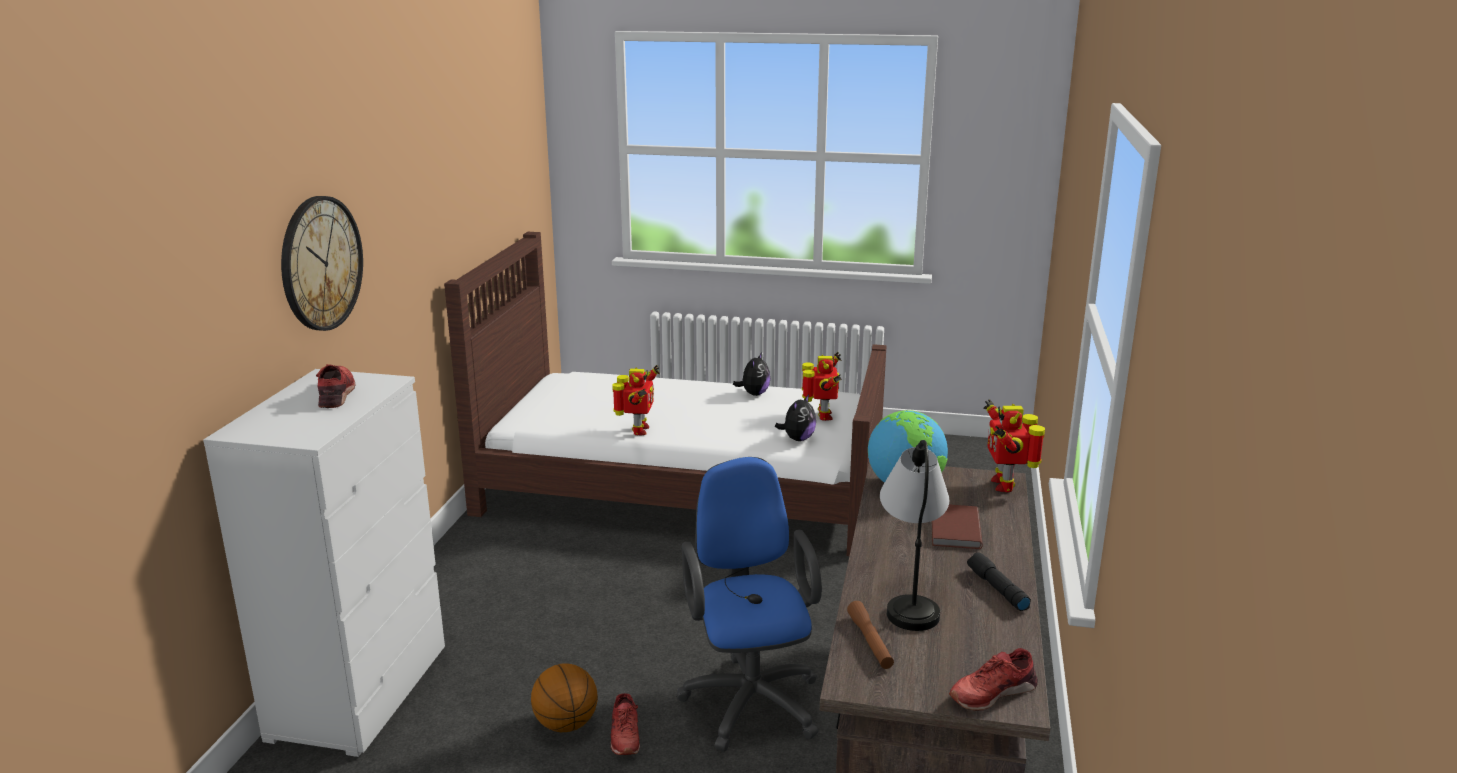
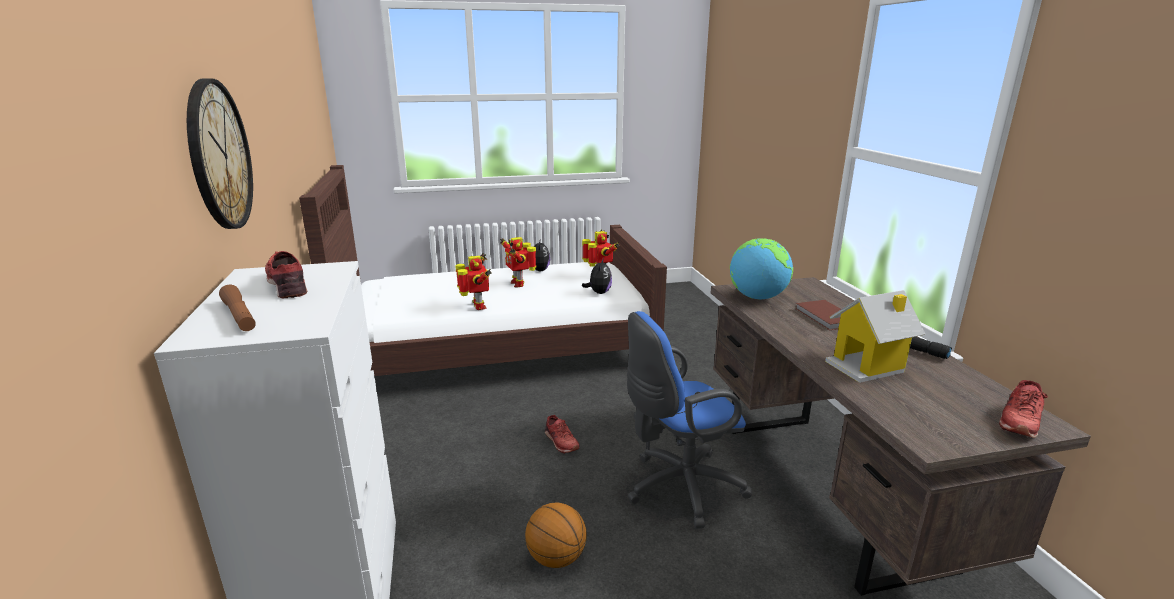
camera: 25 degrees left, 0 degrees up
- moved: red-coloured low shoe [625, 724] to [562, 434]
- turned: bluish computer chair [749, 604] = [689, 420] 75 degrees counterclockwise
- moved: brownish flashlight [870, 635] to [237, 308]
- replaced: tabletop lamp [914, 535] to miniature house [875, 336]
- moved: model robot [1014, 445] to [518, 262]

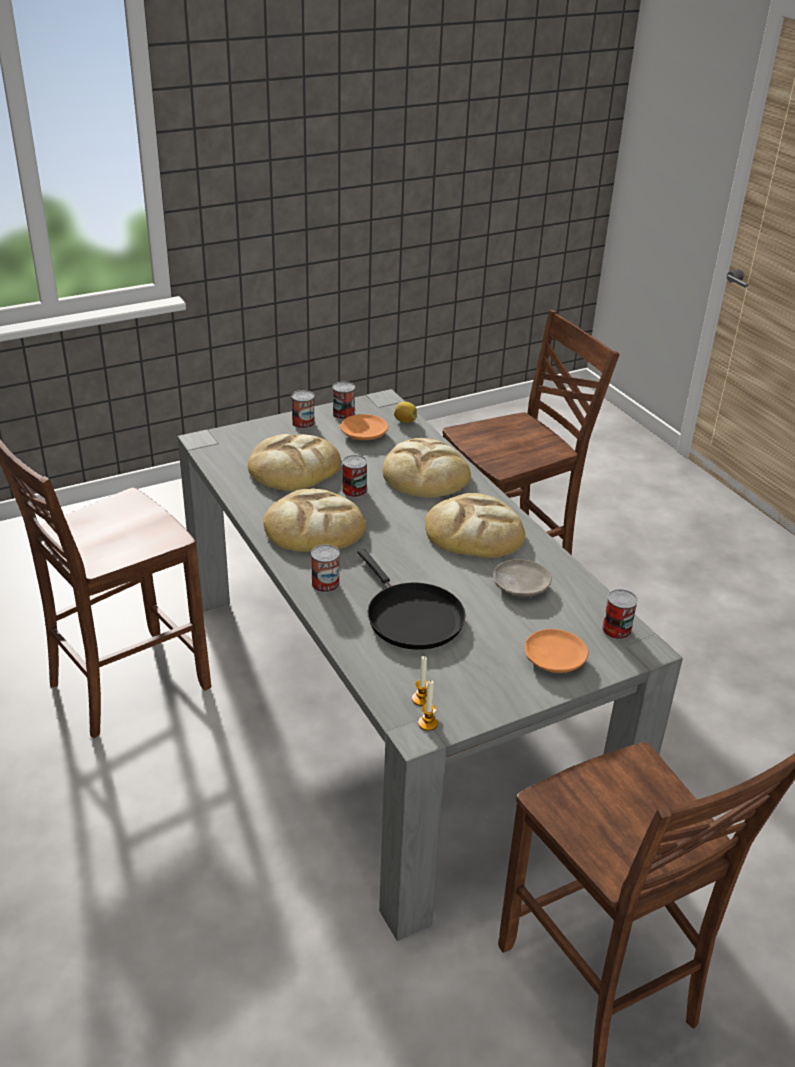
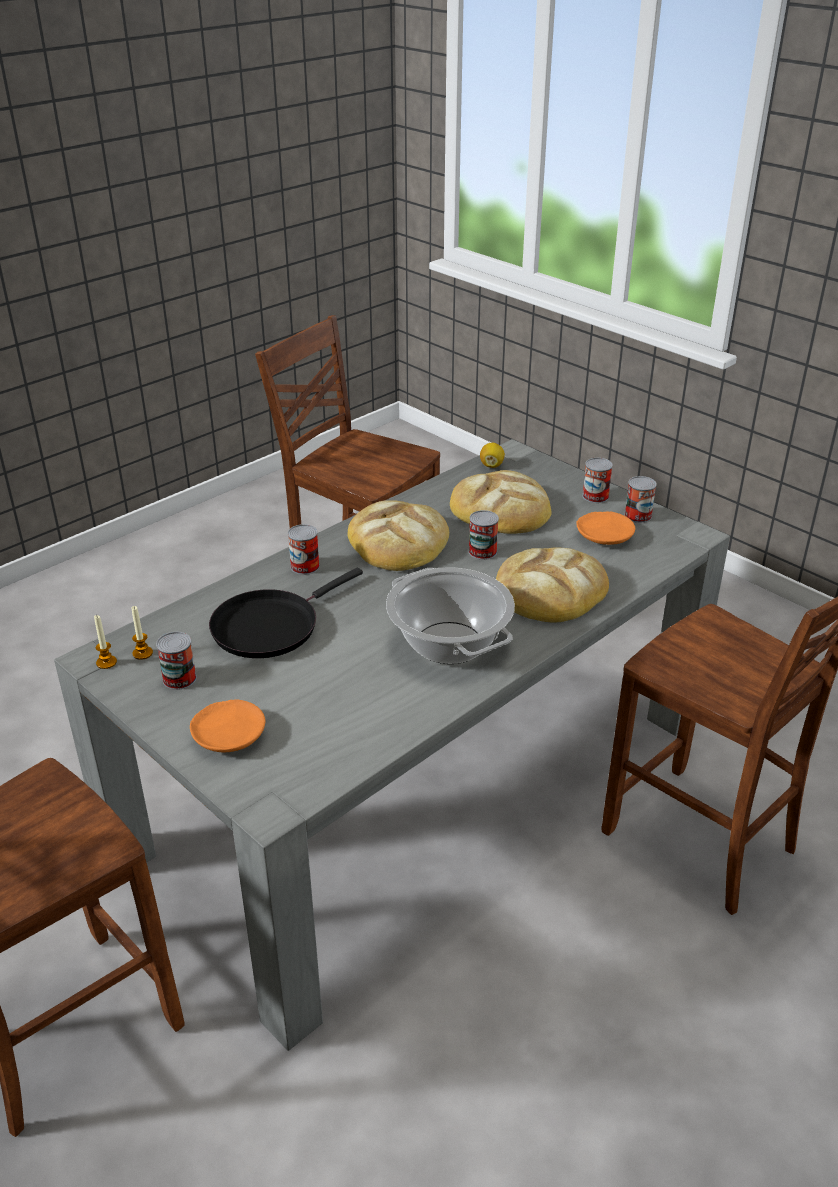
camera: 75 degrees right, 0 degrees up
- moved: citrus fruit [405, 412] to [492, 455]
- replaced: baked bread [475, 525] to stockpot [450, 615]
- removed: beige-coloured plate [522, 578]
- moved: metal can [620, 614] to [176, 661]

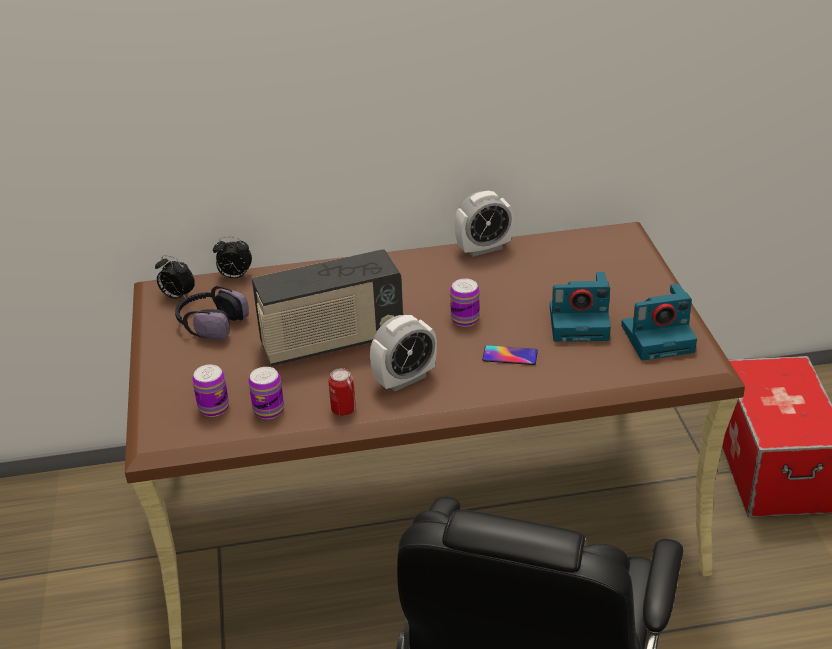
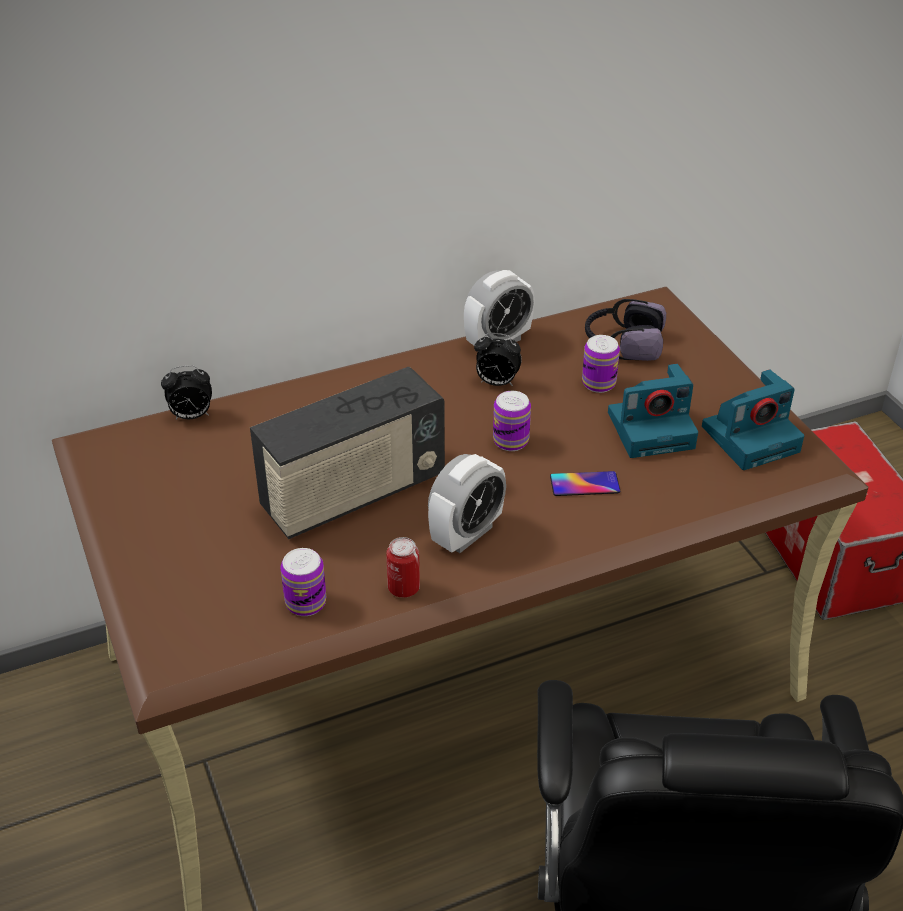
camera: 15 degrees left, 5 degrees up
- moved: alarm clock [175, 277] to [498, 359]
- moved: pair of headphones [212, 313] to [625, 330]
- moved: metal can [210, 391] to [601, 364]

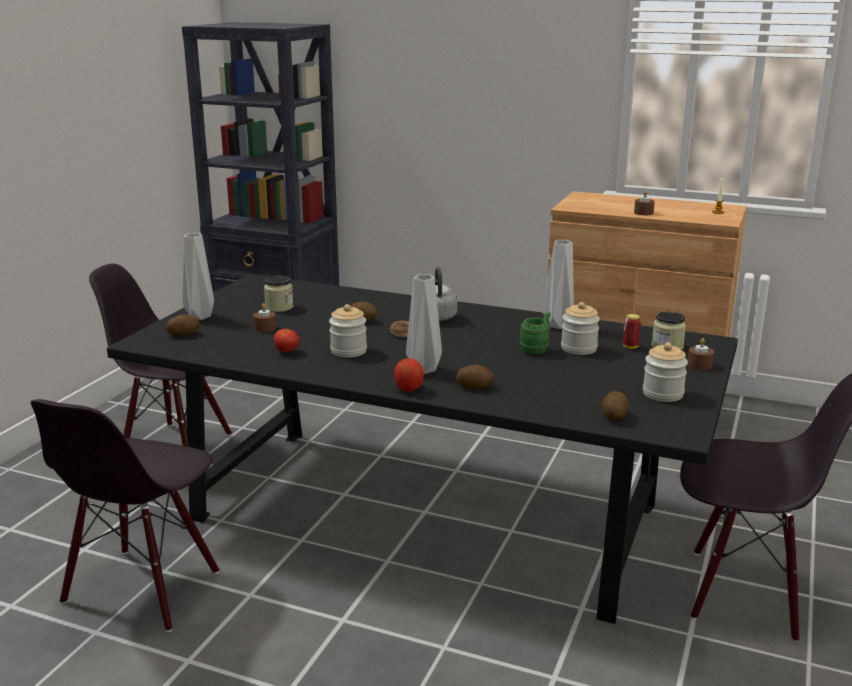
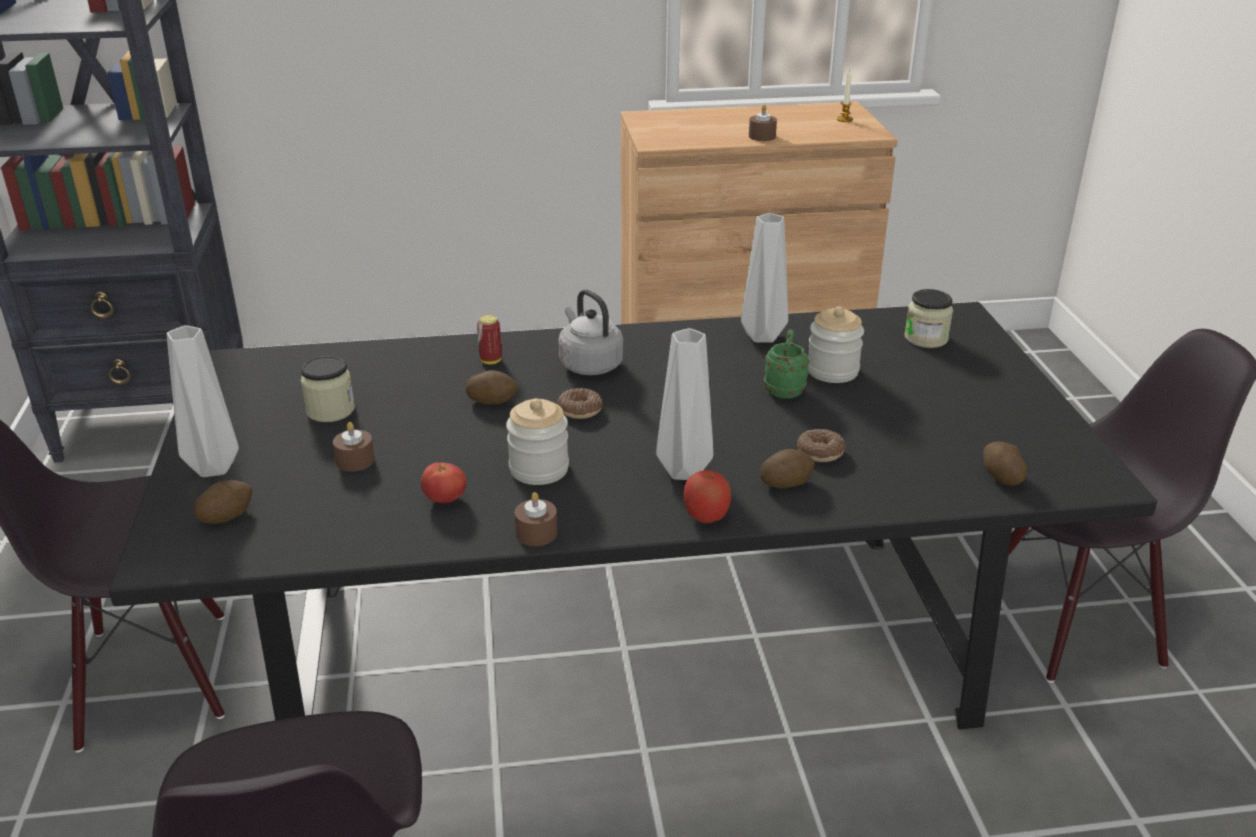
camera: 30 degrees left, 10 degrees up
- moved: metal can [632, 331] to [489, 339]
- removed: preserve jar [665, 372]
- moved: brownish wax light [700, 354] to [536, 519]
- added: ring doughnut [821, 445]

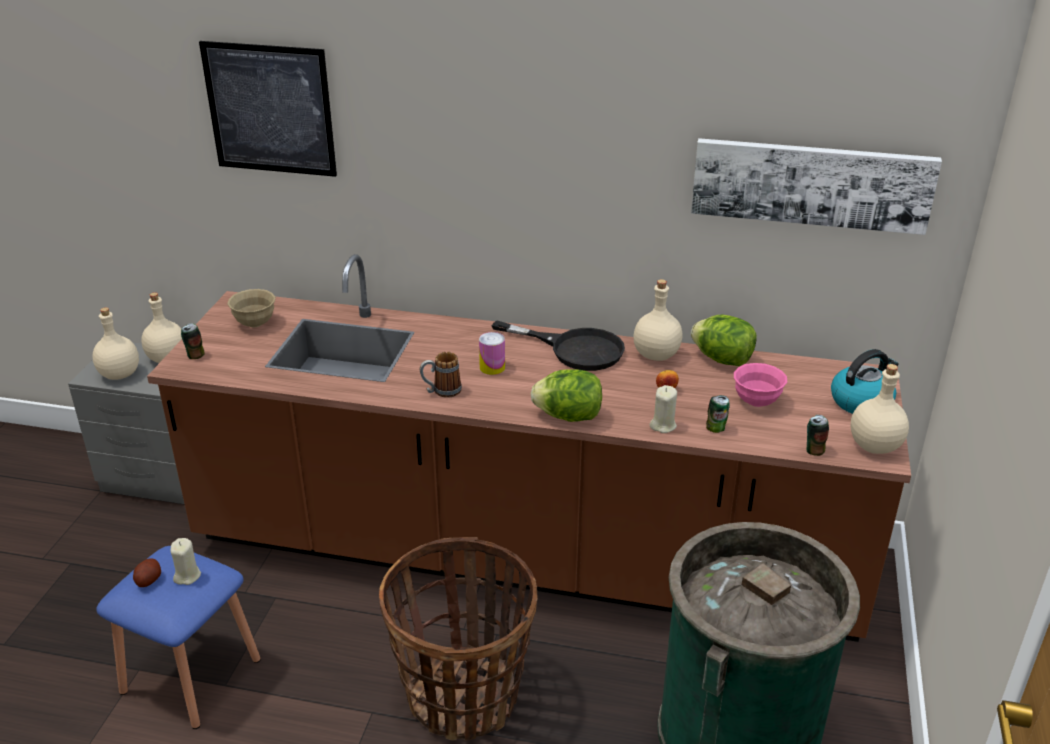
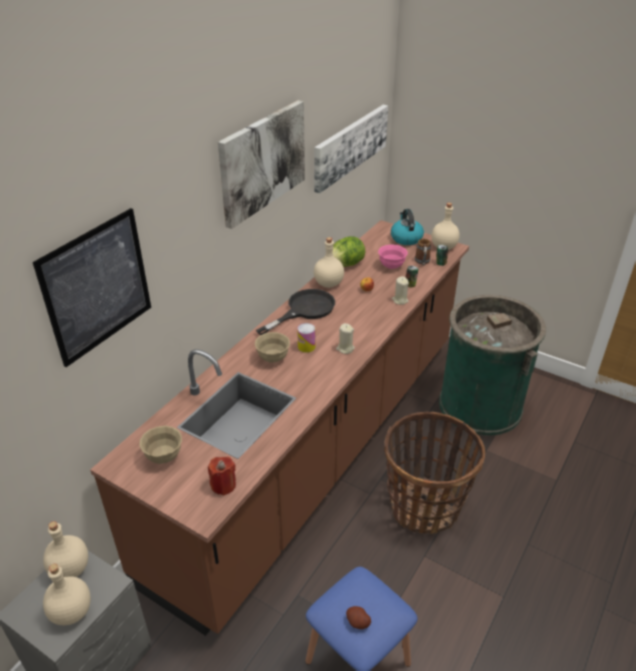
camera: 70 degrees left, 5 degrees up
- moved: beige-coloured wax light [186, 561] to [345, 338]
- removed: metal can [193, 341]
- moved: mug [441, 375] to [423, 251]
- removed: lettuce head [566, 395]
- added: red-coloured wax light [222, 476]
- added: picture [261, 164]
- added: beige-coloured serving bowl [272, 347]

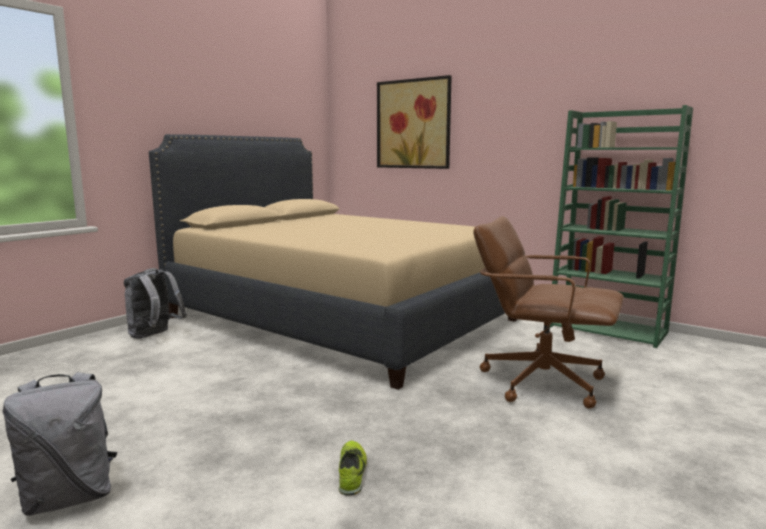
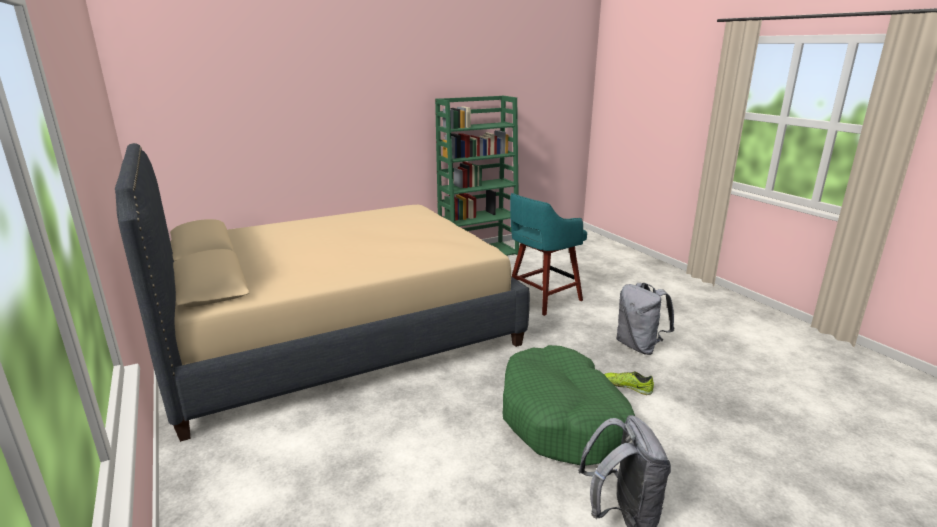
camera: 65 degrees left, 10 degrees up
- moved: grey knapsack [155, 303] to [645, 319]
- removed: picture [414, 122]
- replaced: brownish computer chair [548, 312] to blue-green sitting stool [548, 254]
- added: greenish pet bed [568, 405]

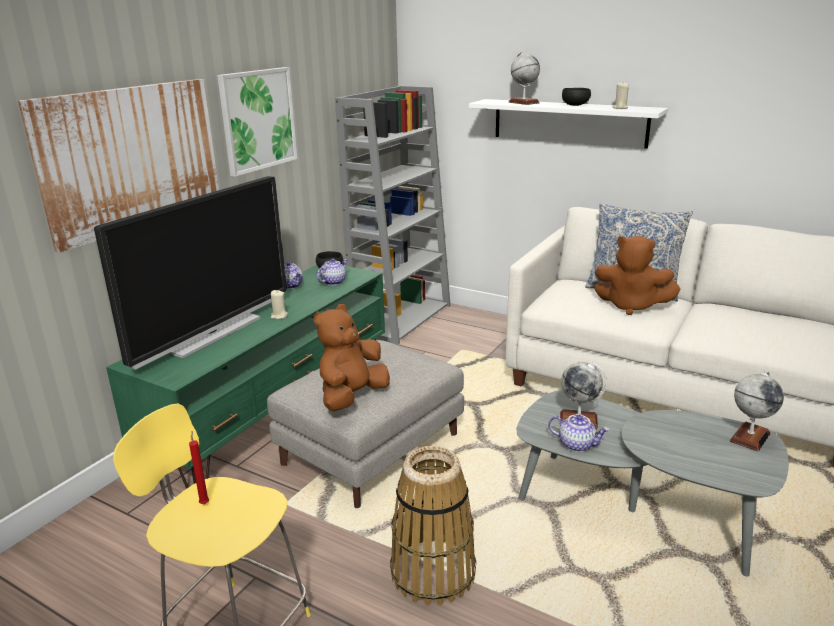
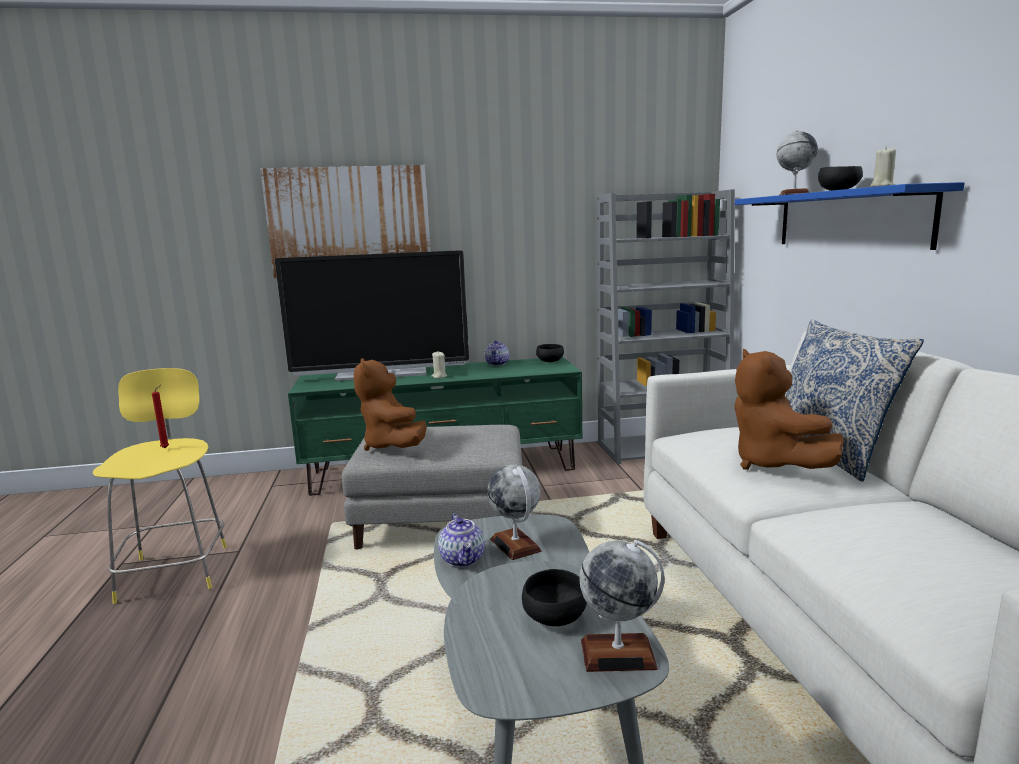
camera: 50 degrees right, 10 degrees down
- removed: picture [257, 122]
- turned: brownish soft toy [352, 357] = [390, 404] 105 degrees counterclockwise
- removed: pot for tea [332, 271]
- removed: household basket [433, 525]
- recoloured: white-coloured shelf [568, 123] to bluish shelf [850, 216]
- added: black-coloured serving bowl [554, 597]

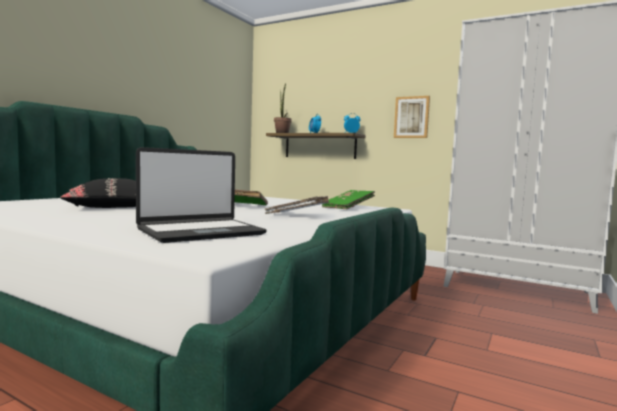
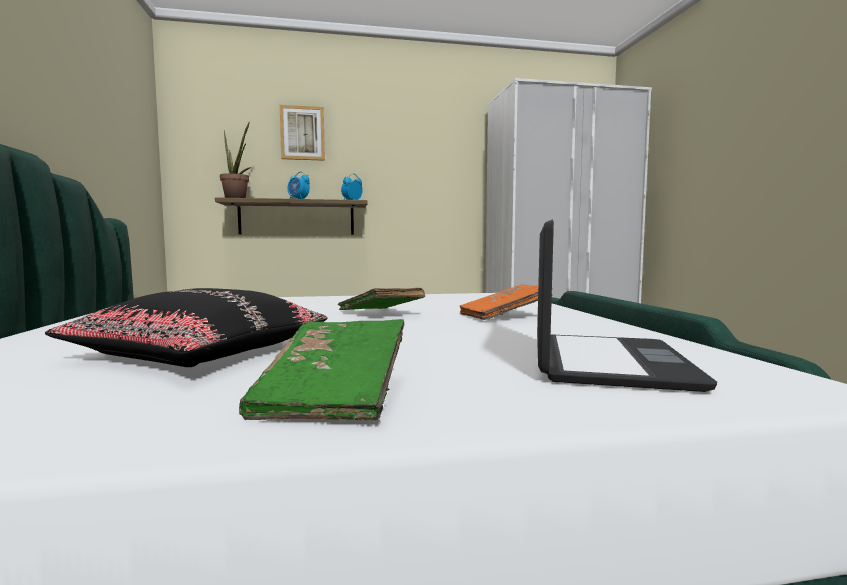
camera: 40 degrees left, 0 degrees up
- recoloured: white-coloured book [296, 205] to orange book [506, 302]
- moved: greenish book [348, 199] to [321, 370]
- moved: picture [412, 117] to [302, 133]

